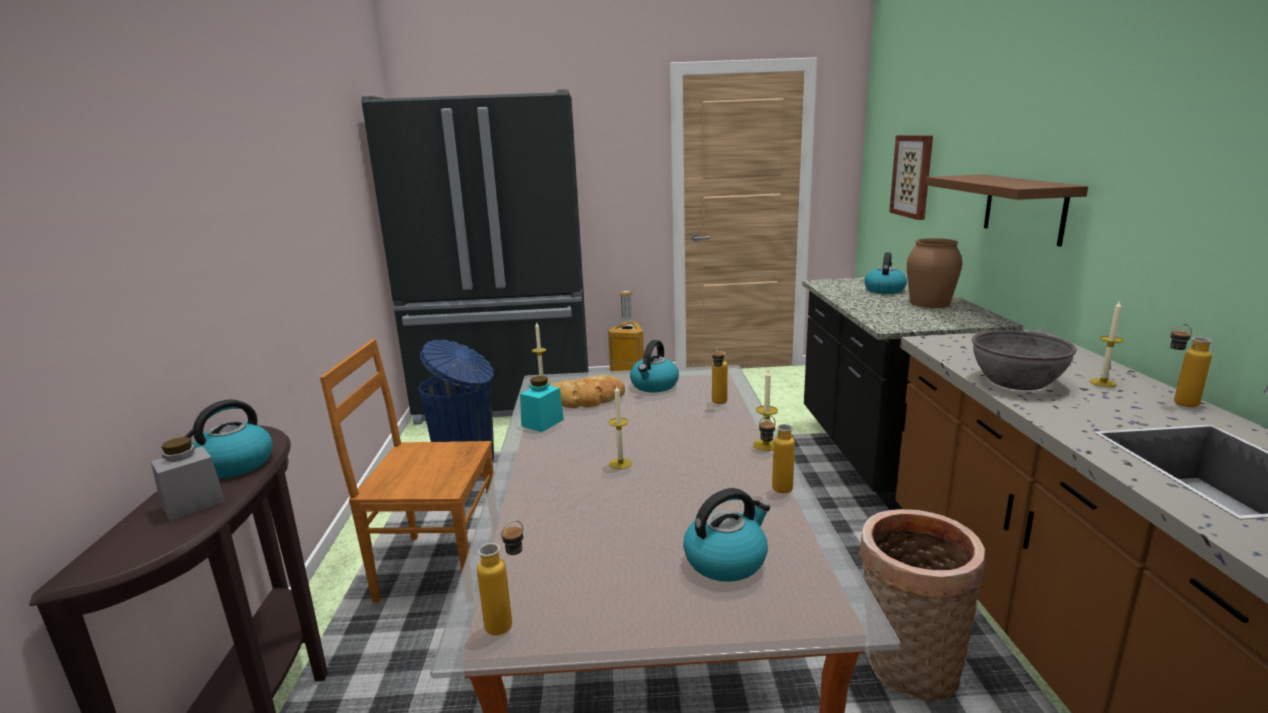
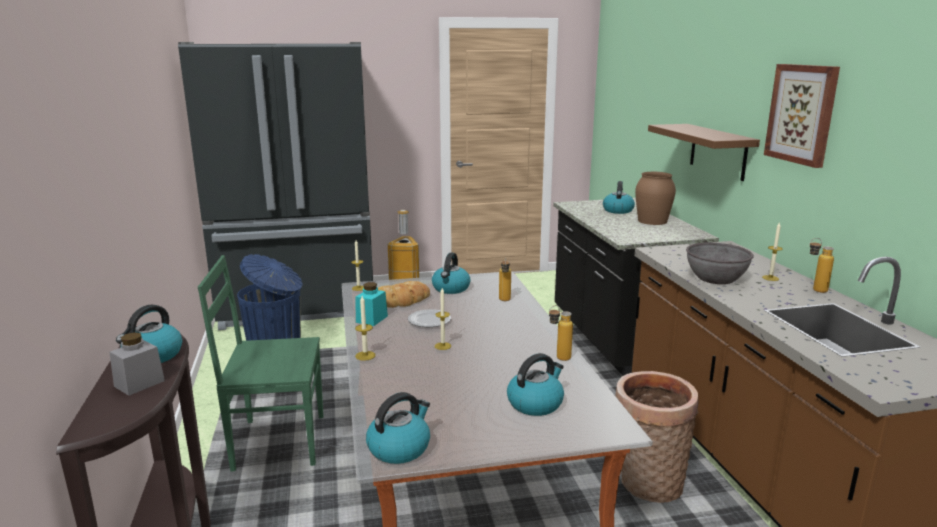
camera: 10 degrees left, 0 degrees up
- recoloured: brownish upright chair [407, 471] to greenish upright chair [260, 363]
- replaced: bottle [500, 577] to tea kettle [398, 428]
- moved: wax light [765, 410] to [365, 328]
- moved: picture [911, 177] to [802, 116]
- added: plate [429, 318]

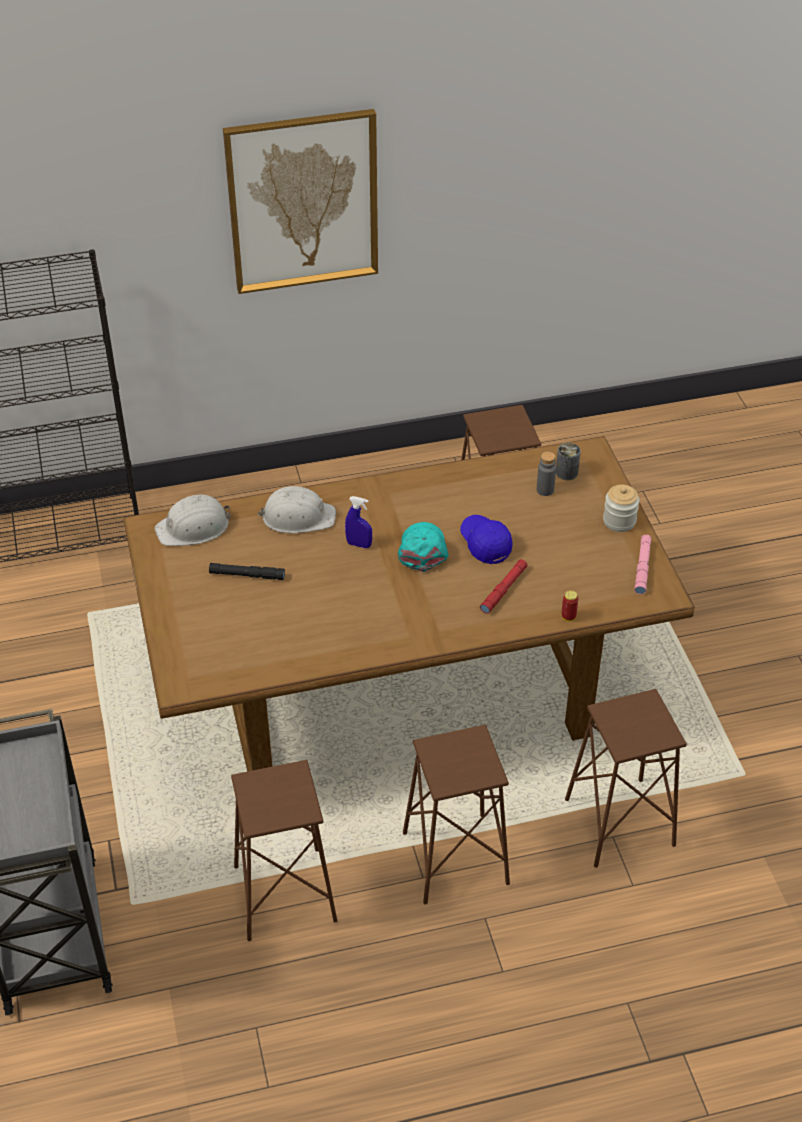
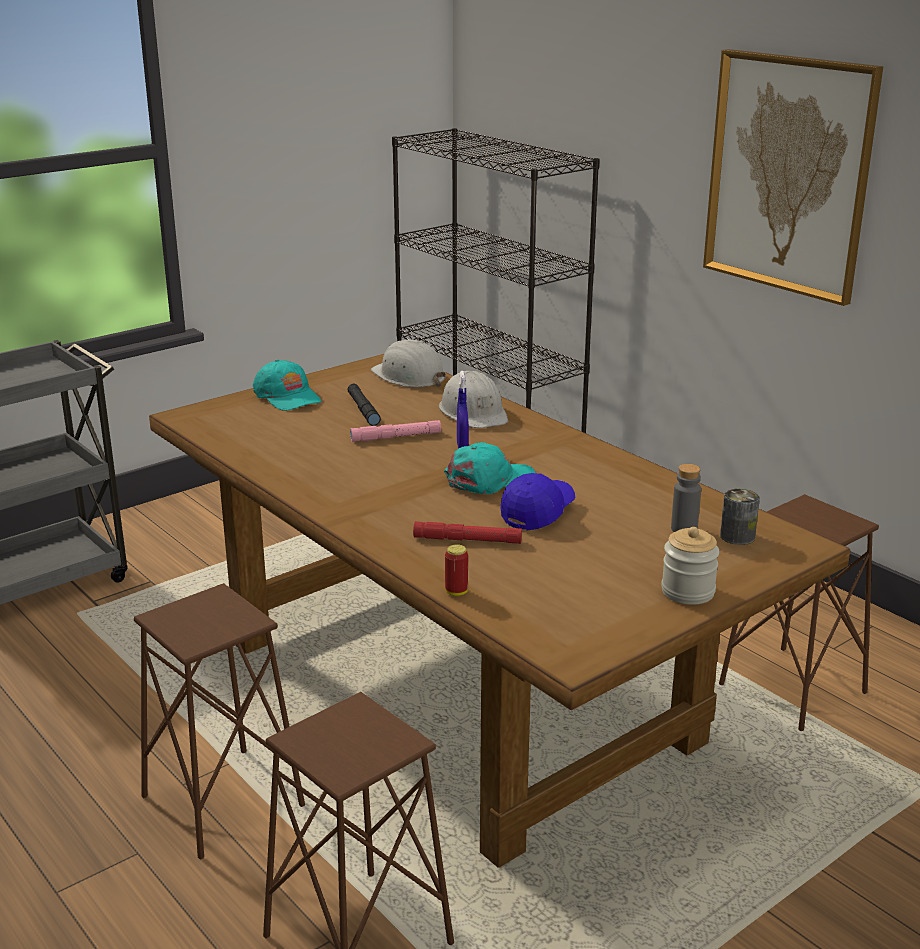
camera: 65 degrees right, 20 degrees down
- removed: brownish sitting stool [284, 850]
- moved: pinkish flashlight [643, 564] to [395, 431]
- added: blue-green cap [287, 385]

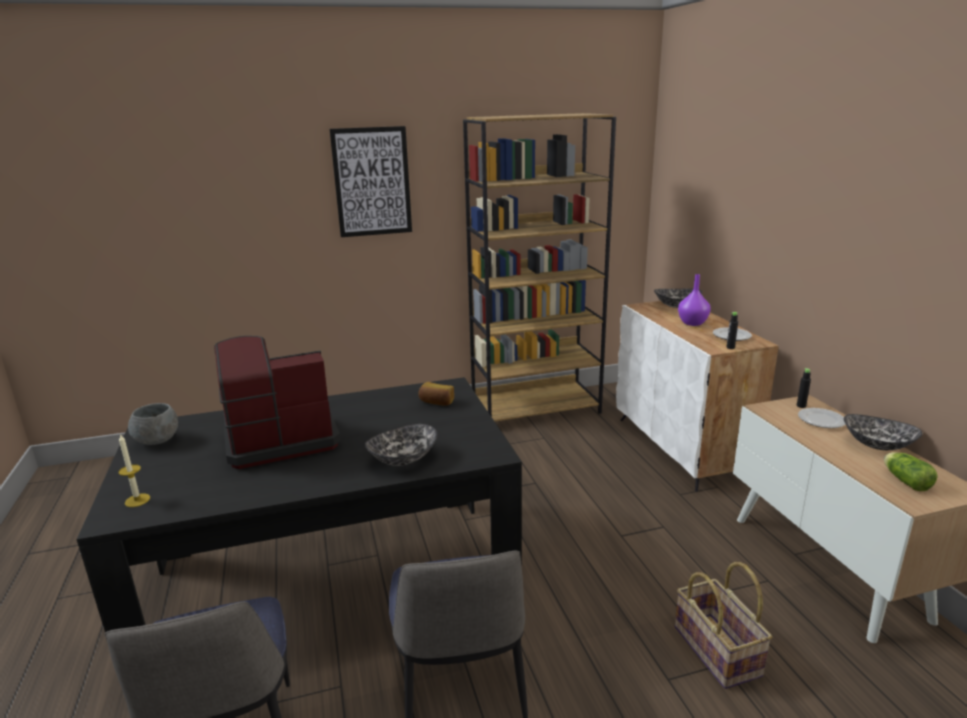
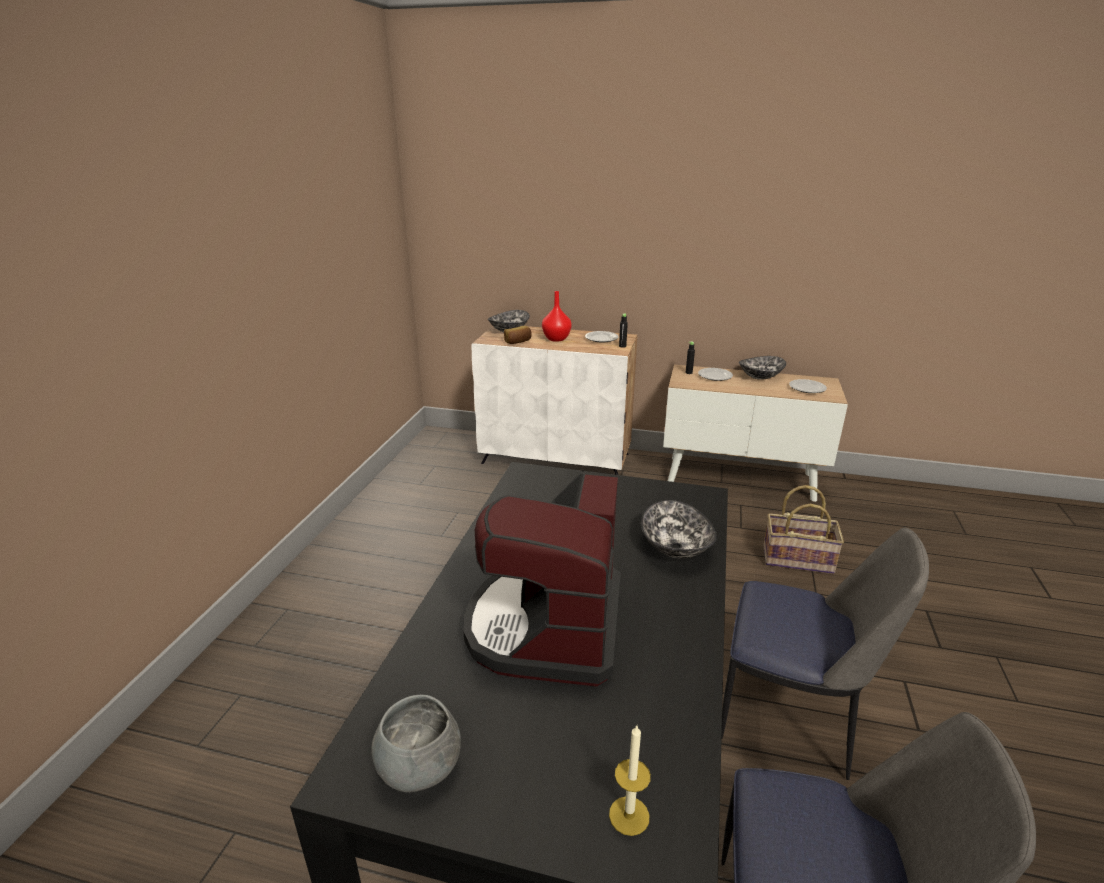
camera: 60 degrees left, 5 degrees up
- removed: picture [370, 181]
- moved: baked bread [436, 394] to [518, 335]
- removed: brownish bookcase [539, 267]
- recoloured: purplish flower vase [694, 300] to red-coloured flower vase [557, 316]
- replaced: lettuce head [911, 471] to plate [808, 386]

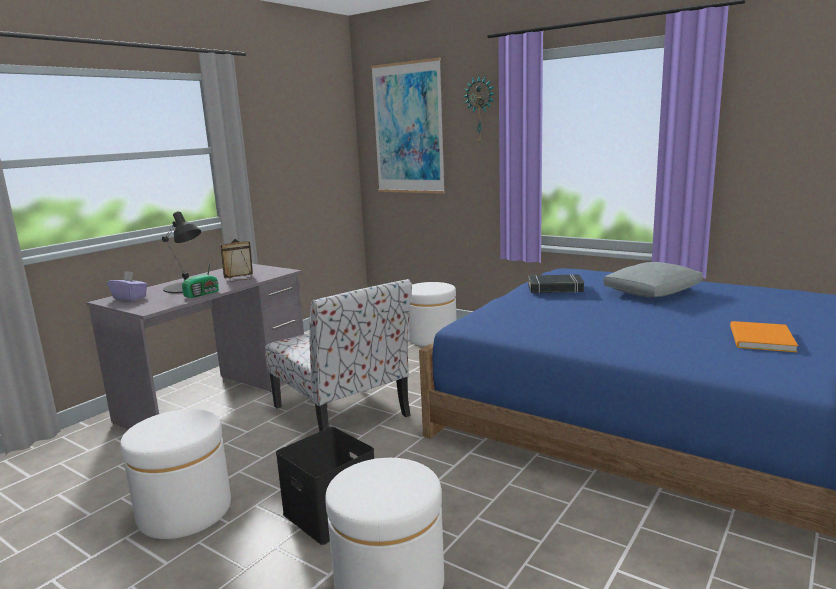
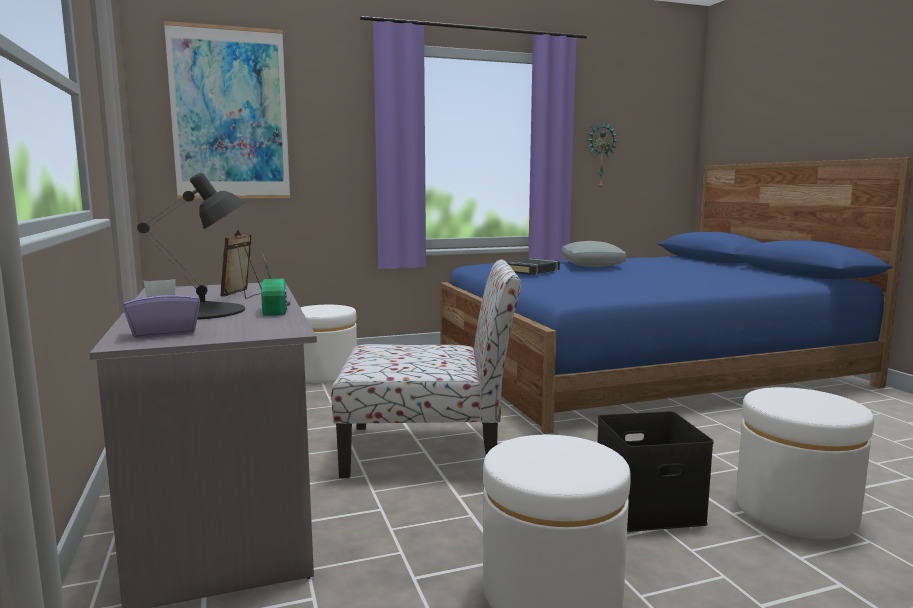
camera: 55 degrees left, 5 degrees down
- moved: wall clock [479, 110] to [602, 155]
- removed: orange book [764, 336]

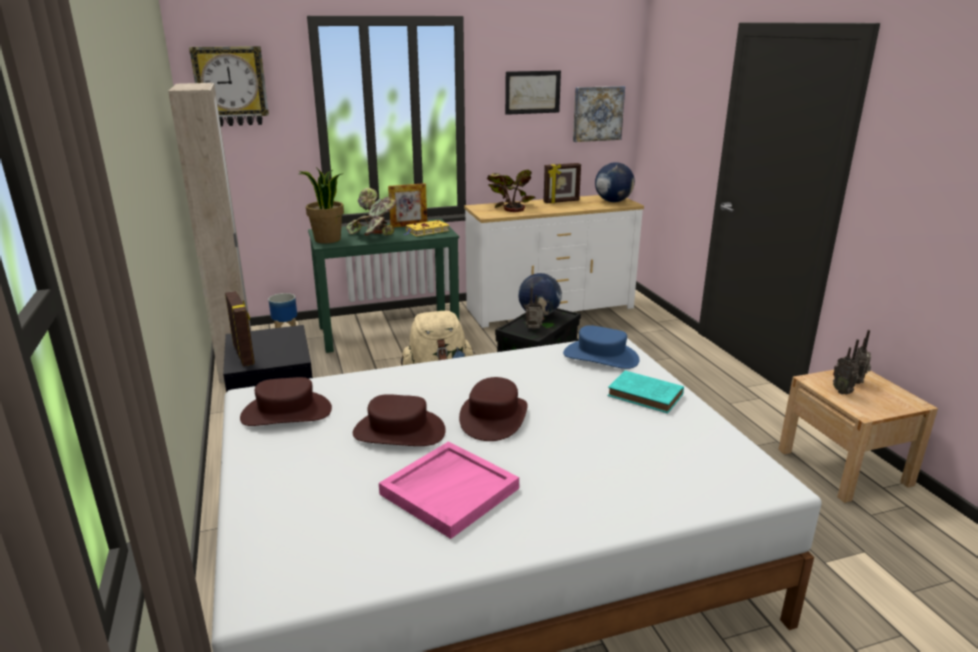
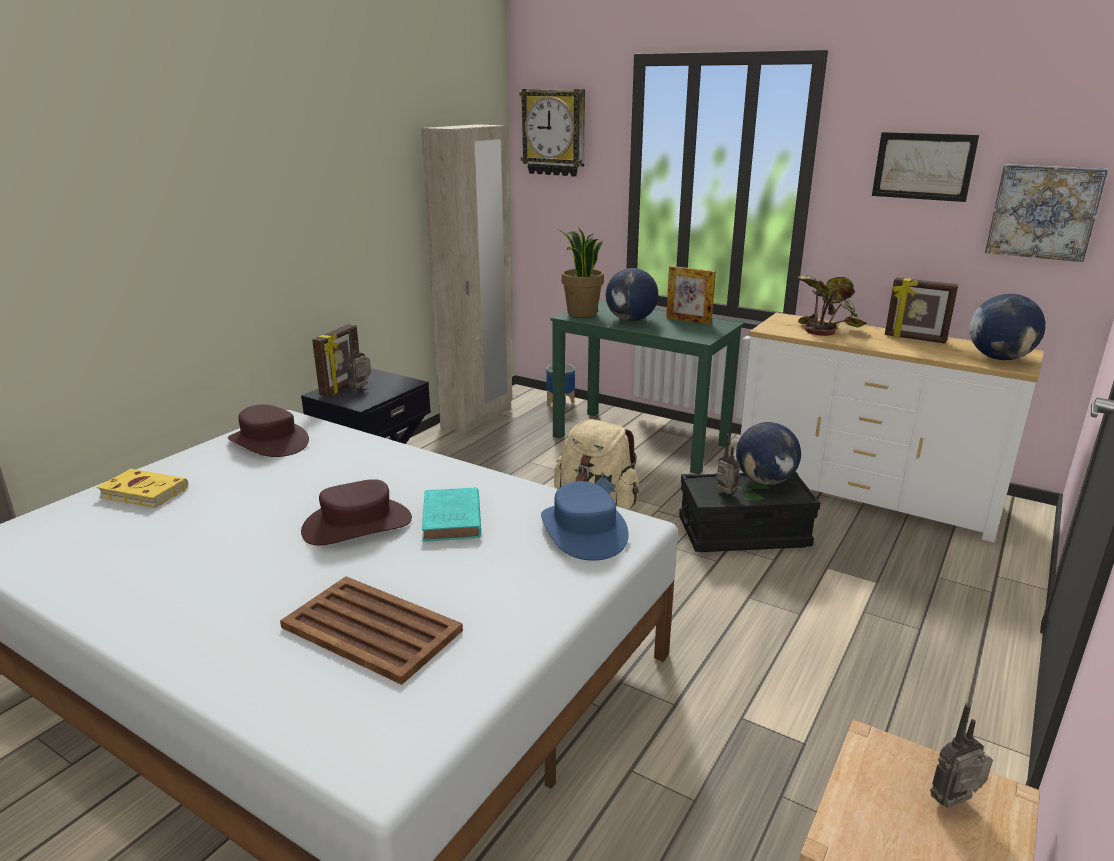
camera: 50 degrees right, 0 degrees up
- replaced: plant in a pot [371, 212] to world globe [632, 294]
- removed: brownish hat [399, 420]
- removed: pinkish tray [449, 490]
- moved: yellow book [426, 228] to [142, 488]
- moved: blue-green book [645, 392] to [451, 514]
- moved: radio receiver [846, 367] to [358, 360]
- added: brownish tray [371, 630]

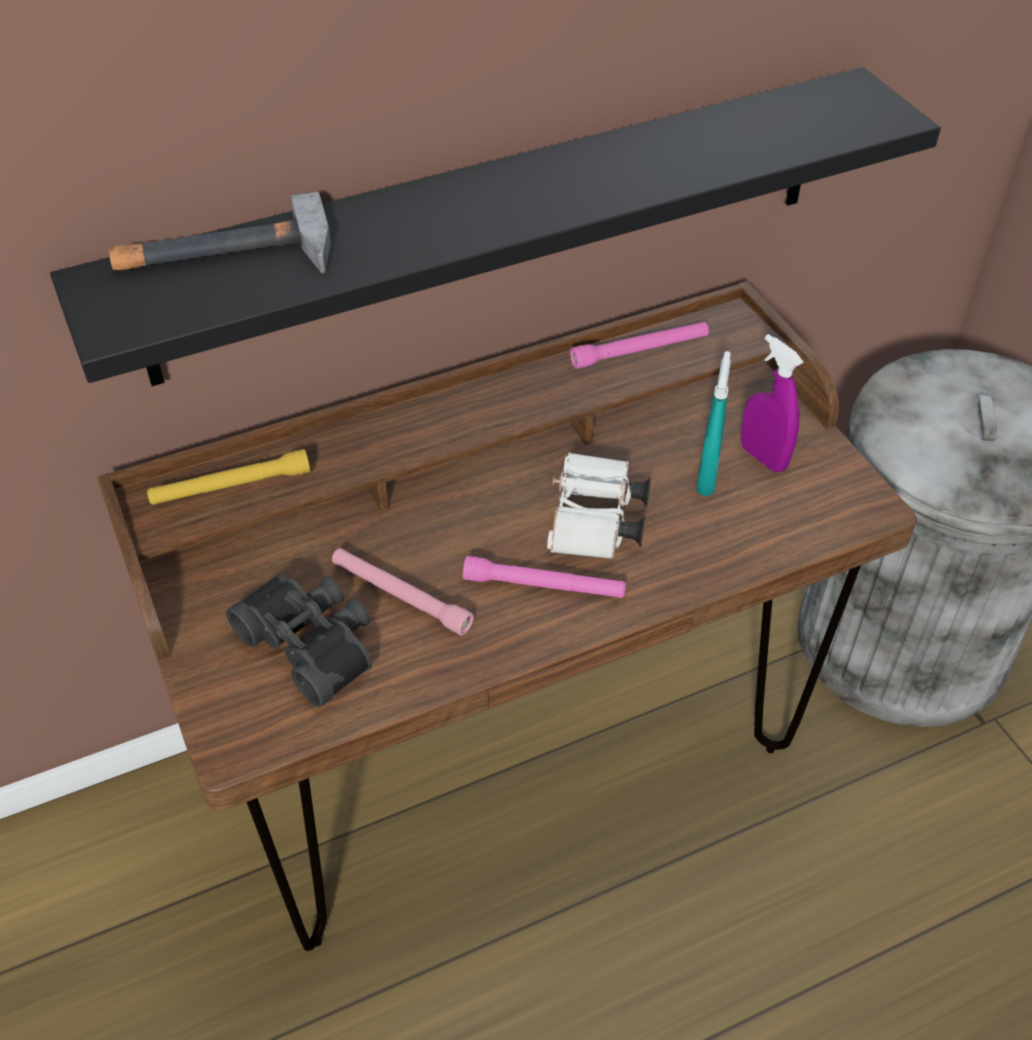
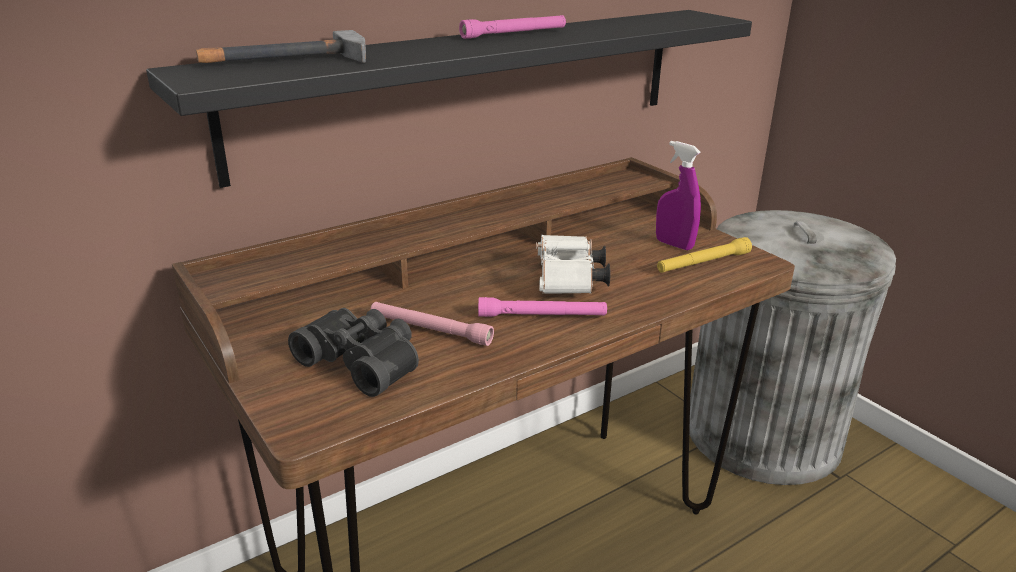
camera: 10 degrees left, 20 degrees down
- moved: yellow flashlight [228, 477] to [704, 255]
- moved: pinkish flashlight [639, 345] to [512, 27]
- removed: blue-green hand sprayer [713, 423]

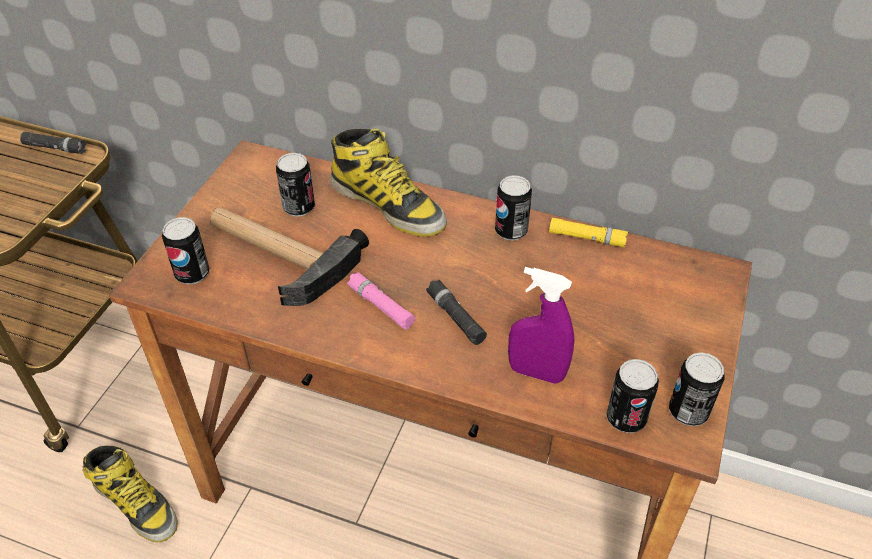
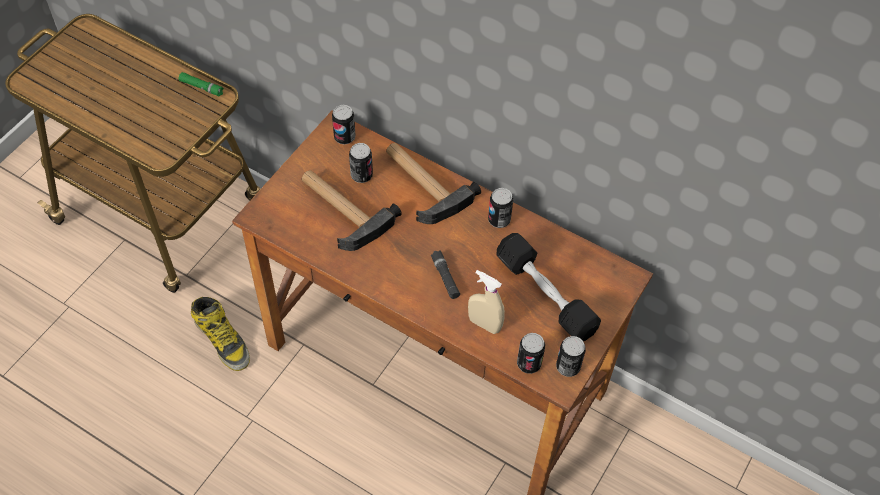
camera: 10 degrees right, 10 degrees up
- recoloured: black-coloured flashlight [53, 143] to greenish flashlight [201, 84]
- moved: metal can [186, 250] to [344, 124]
- replaced: tall boot [389, 182] to hammer [433, 183]
- removed: pinkish flashlight [381, 300]
- recoloured: purplish hand sprayer [541, 325] to beige-coloured hand sprayer [486, 302]
- removed: yellow flashlight [588, 233]
- added: black-coloured free weight [549, 287]

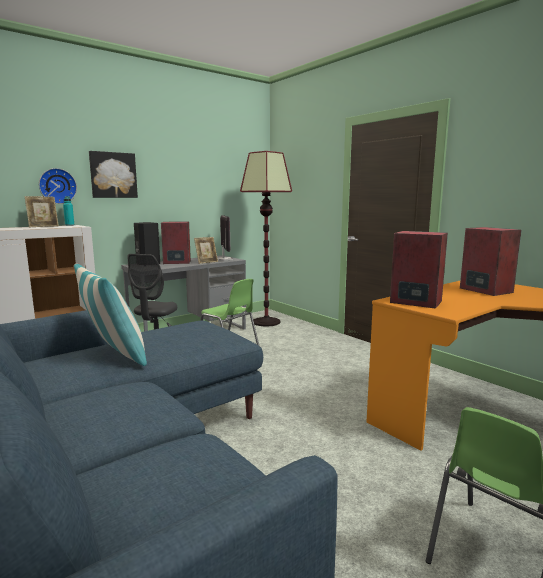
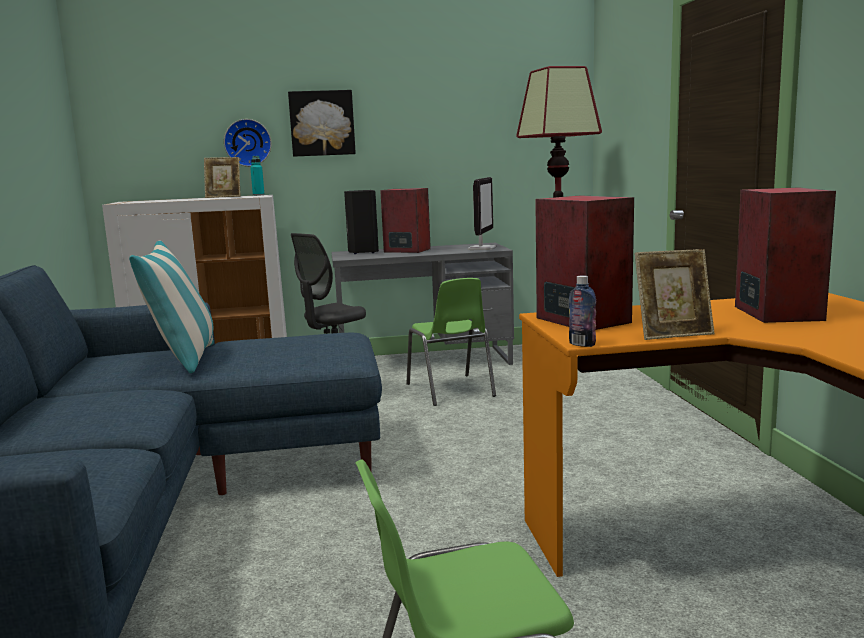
camera: 30 degrees right, 0 degrees up
- moved: picture frame [206, 250] to [675, 294]
- added: bottle [582, 311]

